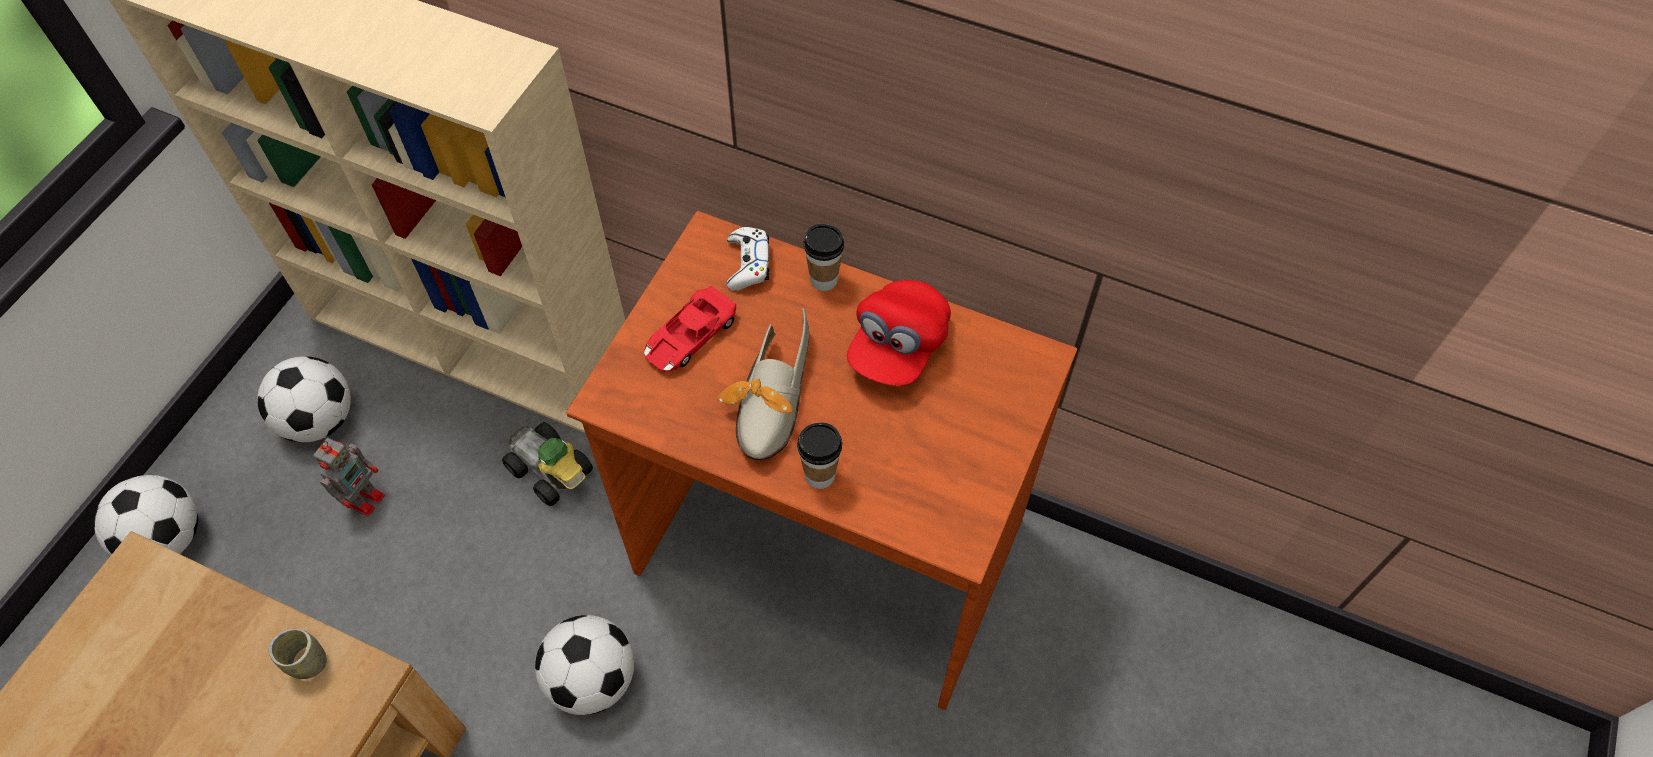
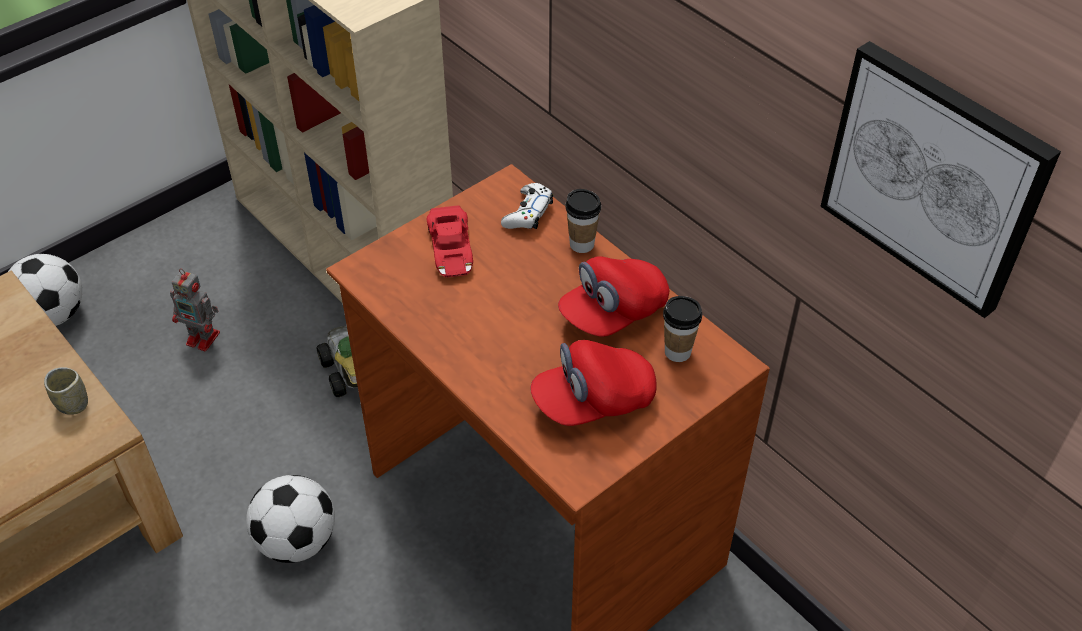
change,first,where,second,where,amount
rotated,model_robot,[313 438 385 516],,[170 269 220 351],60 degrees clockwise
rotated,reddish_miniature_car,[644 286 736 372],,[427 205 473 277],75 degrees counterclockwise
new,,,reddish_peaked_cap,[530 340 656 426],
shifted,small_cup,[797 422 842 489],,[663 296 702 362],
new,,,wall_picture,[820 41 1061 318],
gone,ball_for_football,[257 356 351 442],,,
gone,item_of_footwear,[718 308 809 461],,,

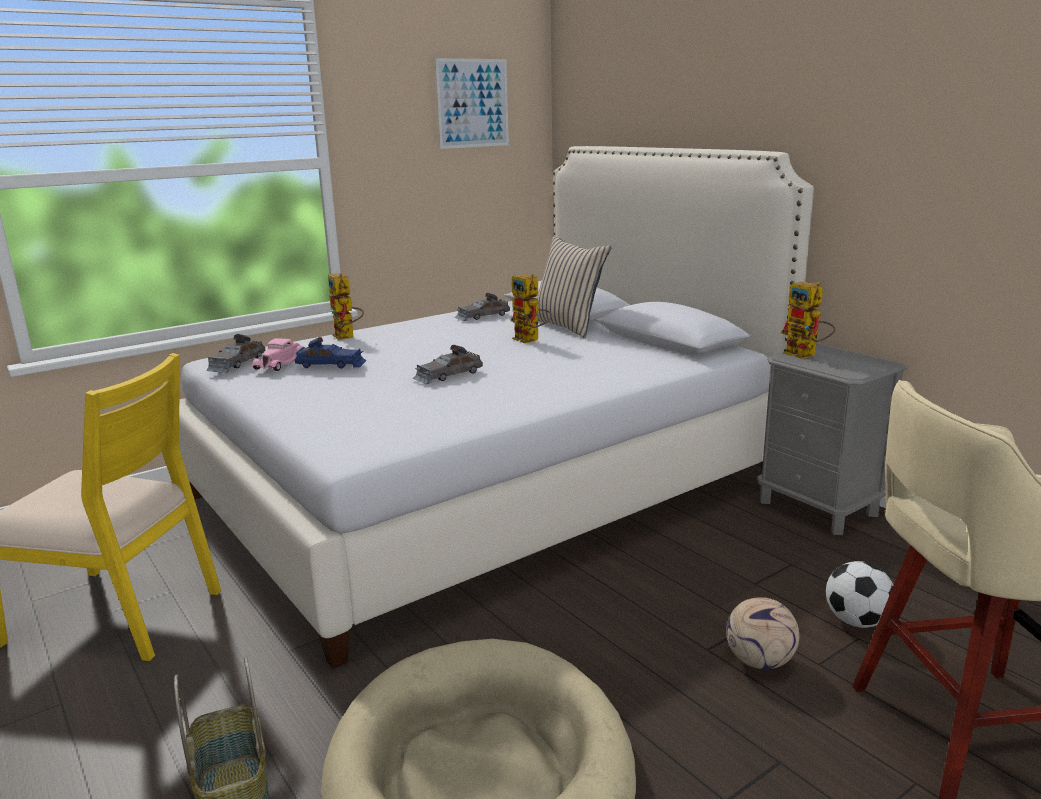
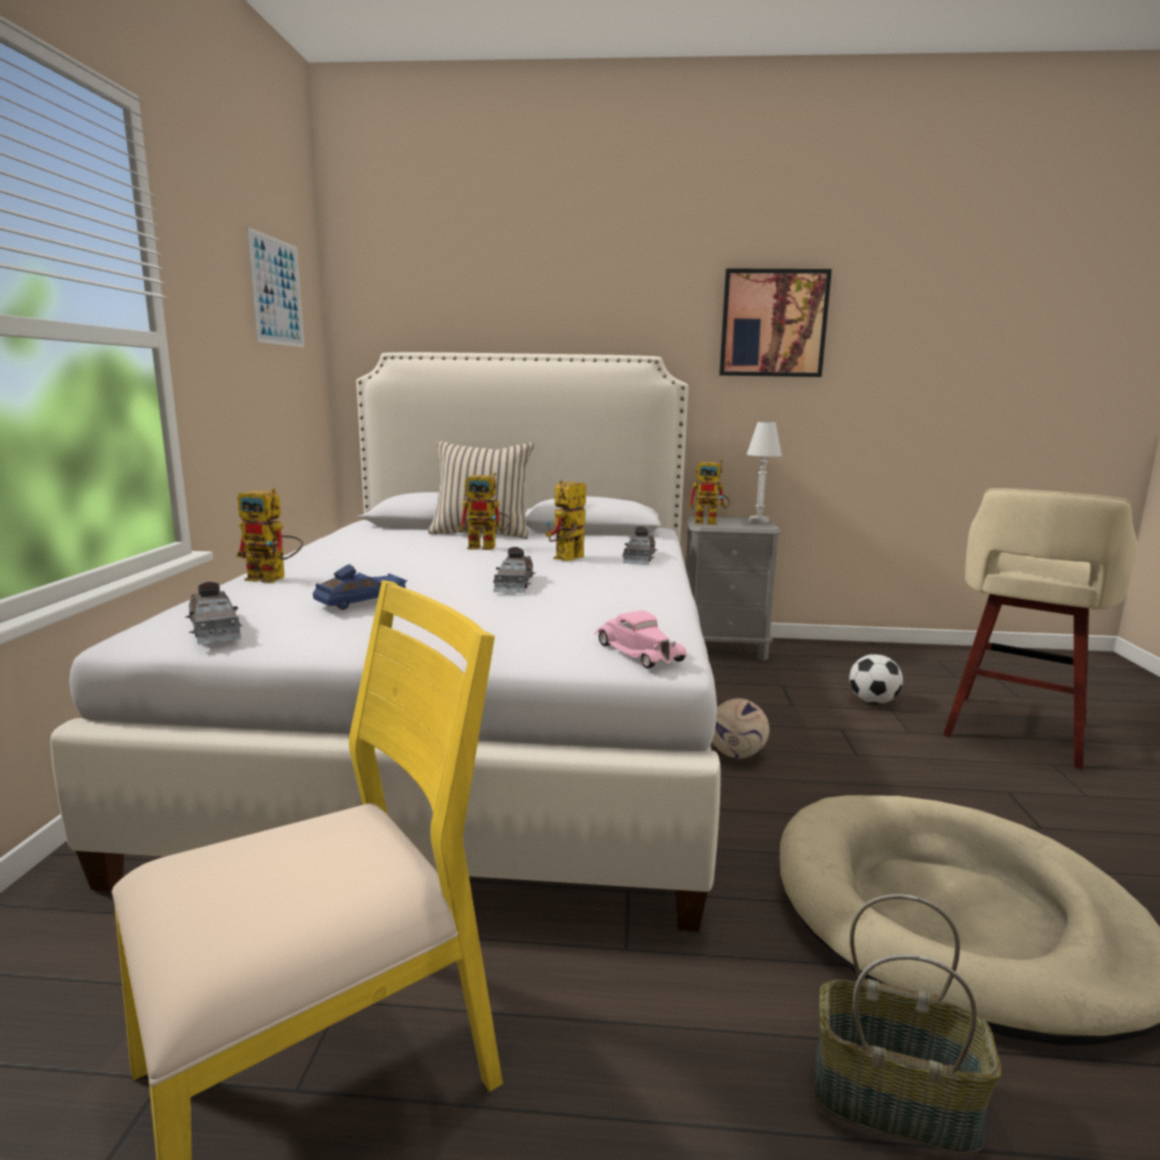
change,first,where,second,where,amount
new,,,model_robot,[545 480 586 561],
shifted,pinkish_miniature_car,[252 338 303 371],,[594 610 687 669],
shifted,greyish_miniature_car,[455 293 510 321],,[623 526 657 565],
shifted,ball_for_football,[726 597 799 669],,[712 698 770 759],
new,,,wall_picture,[719 269 832 377],
new,,,white_lamp_for_a_table,[746 422 782 523],

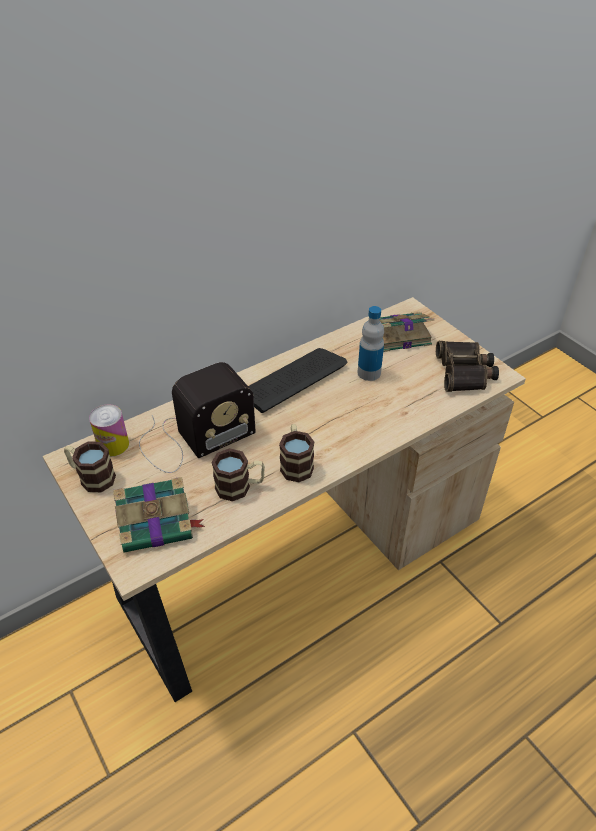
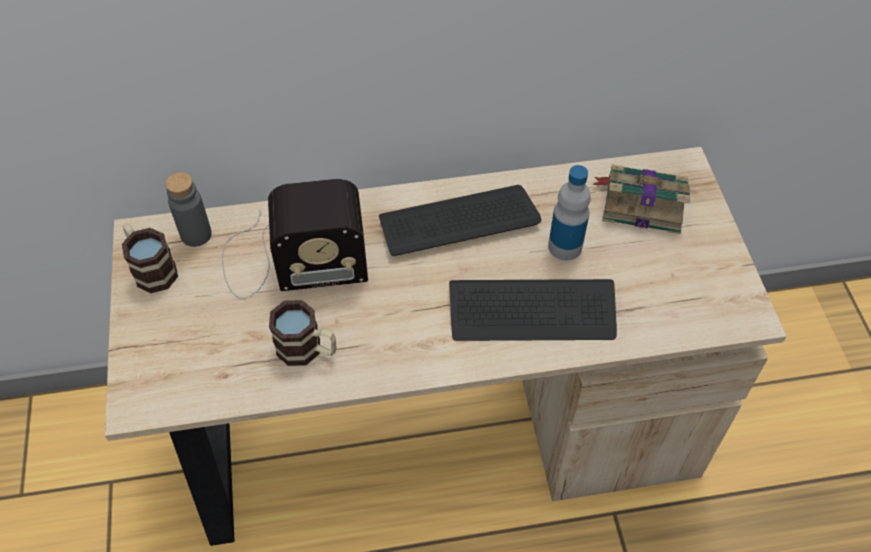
change,first,where,second,where,amount
swapped,can,[89 405 129 457],greyish_beverage_bottle,[165 172 212 247],
new,,,PC_keyboard,[449 279 617 341],
gone,book,[113 477 205 553],,,
gone,mug,[279 424 314 482],,,
gone,binoculars,[436 341 499 392],,,

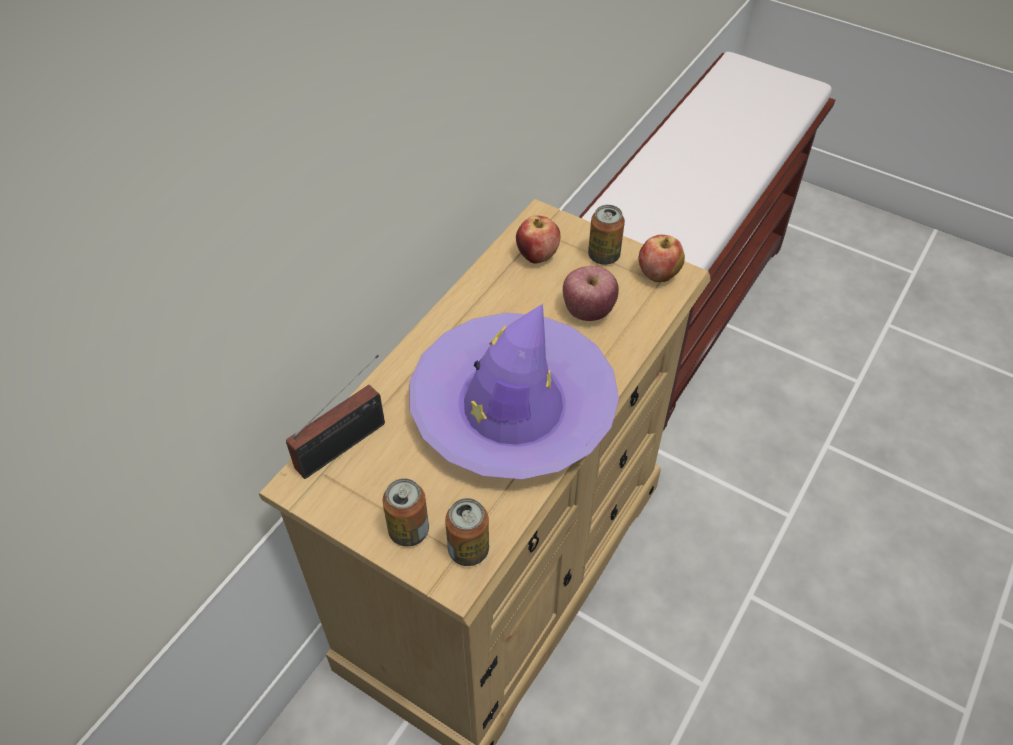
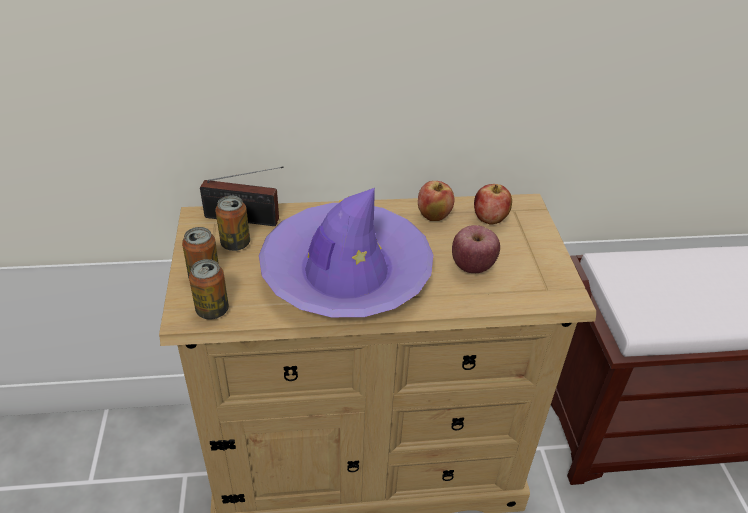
change,first,where,second,where,amount
shifted,can,[588 205 625 265],,[215 195 250 251],
shifted,whole_apple,[639 235 685 282],,[418 181 454 221],

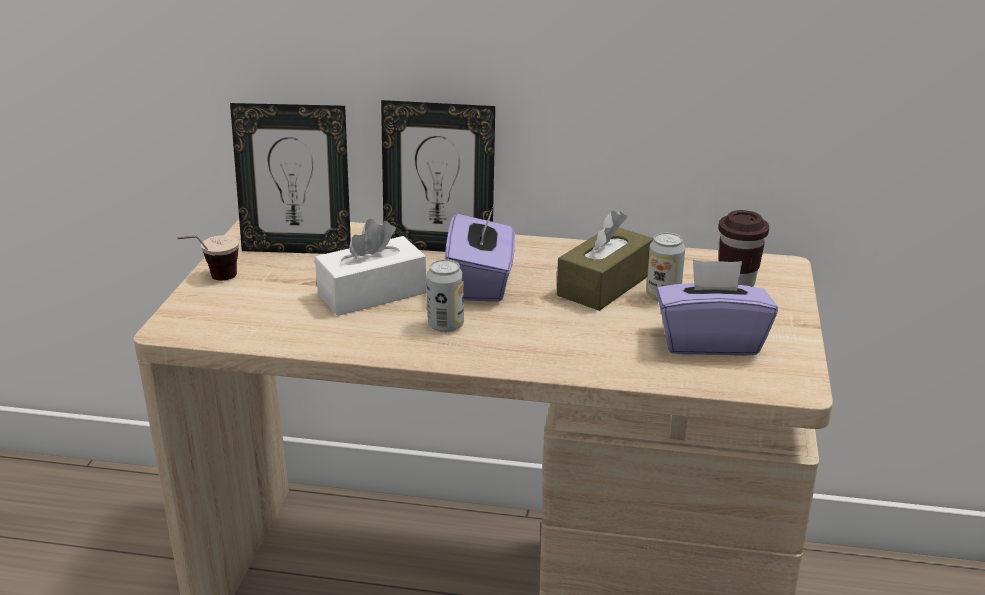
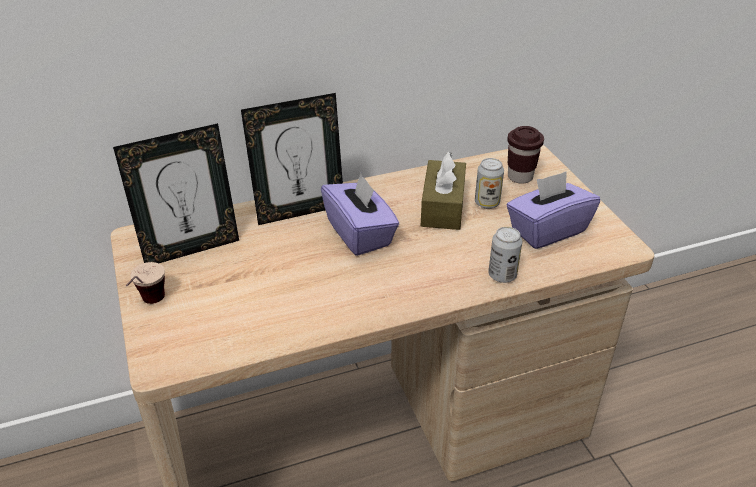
change,first,where,second,where,amount
shifted,can,[426 259 464 332],,[488 227 522 283],
gone,white_tissue_holder,[315 219 427 316],,,

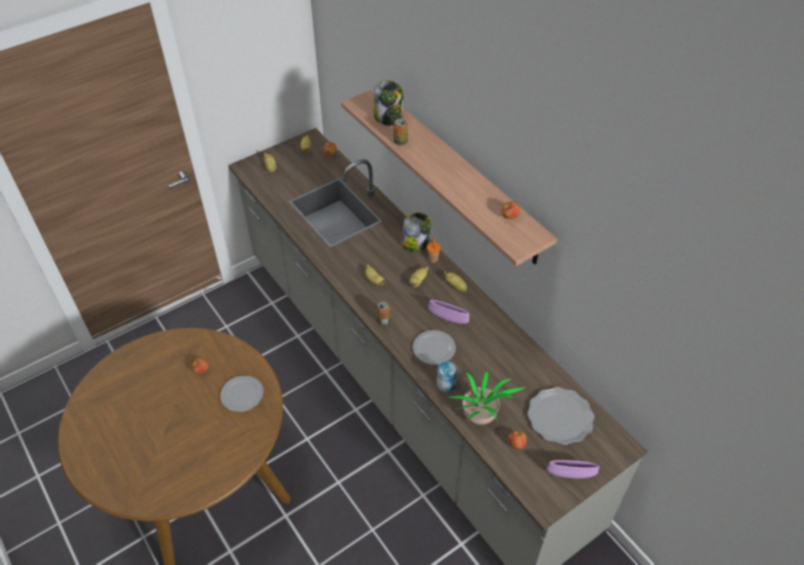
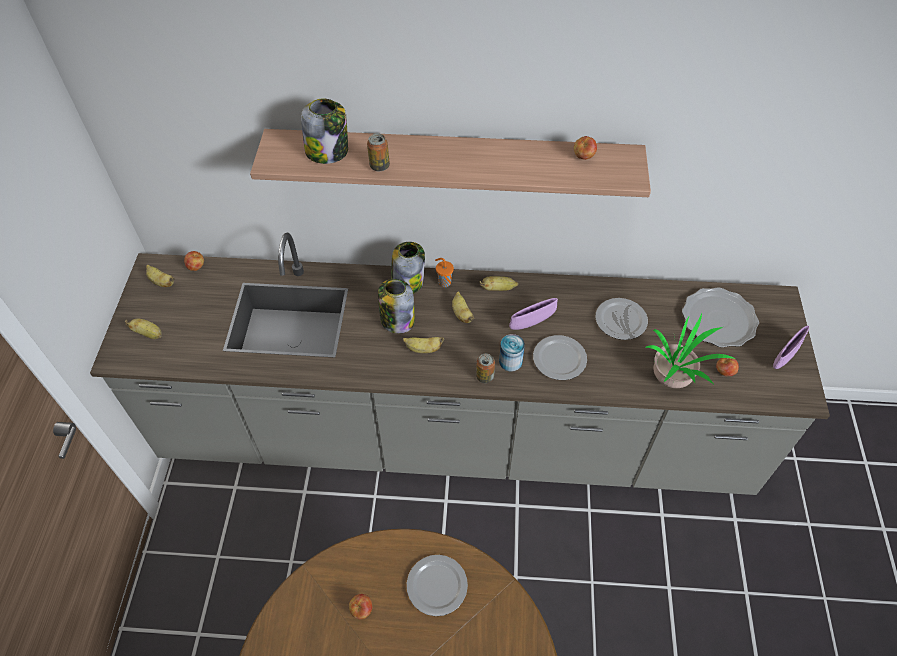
change,first,where,second,where,amount
new,,,preserve_jar,[378 279 415 334],
shifted,can,[437 361 457 392],,[499 334 525 372],
new,,,dinner_plate,[595 298 648 340],

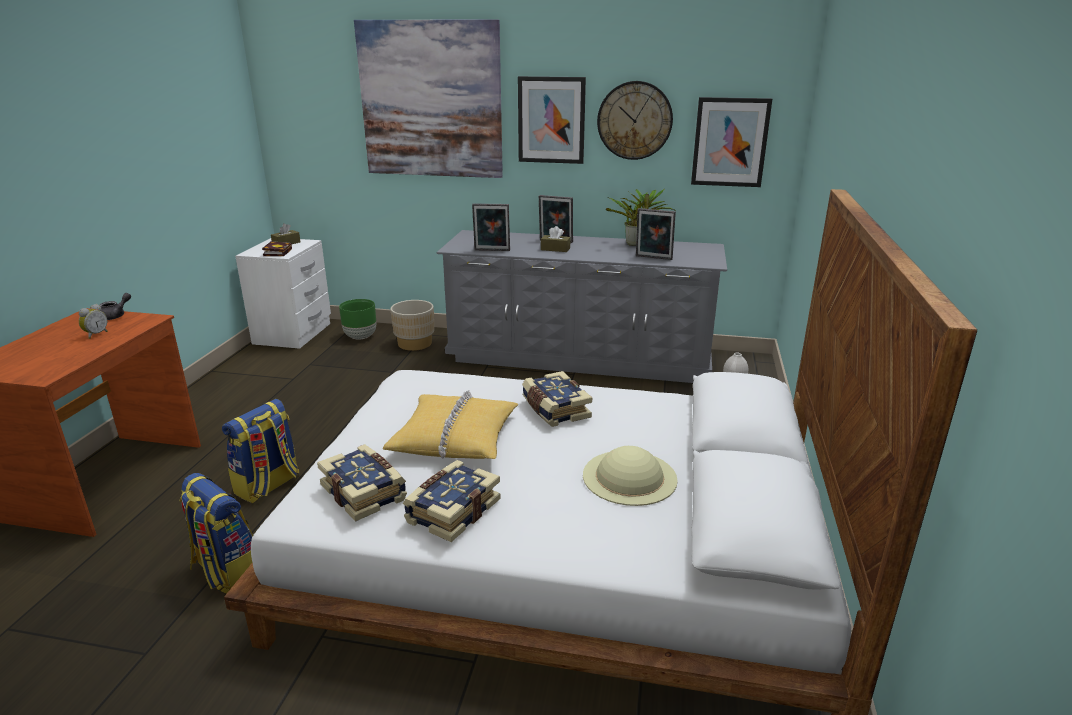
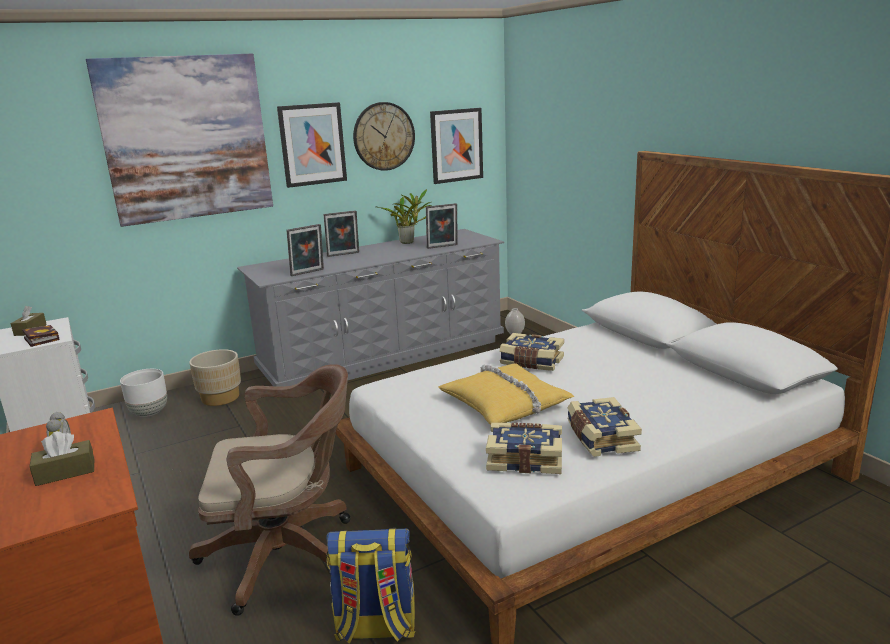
change,first,where,second,where,amount
shifted,brown-coloured_tissue_holder,[541 226 570 252],,[29 431 94 486],
repainted,green_plant_pot,[339 299 376 340],white_plant_pot,[120 369 167 417],
swapped,knapsack,[222 399 300 503],brown-coloured_computer_chair,[189 364 350 616],
gone,greyish_pot_for_tea,[99 293 131 320],,,
gone,beige_hat,[583 446 678 506],,,

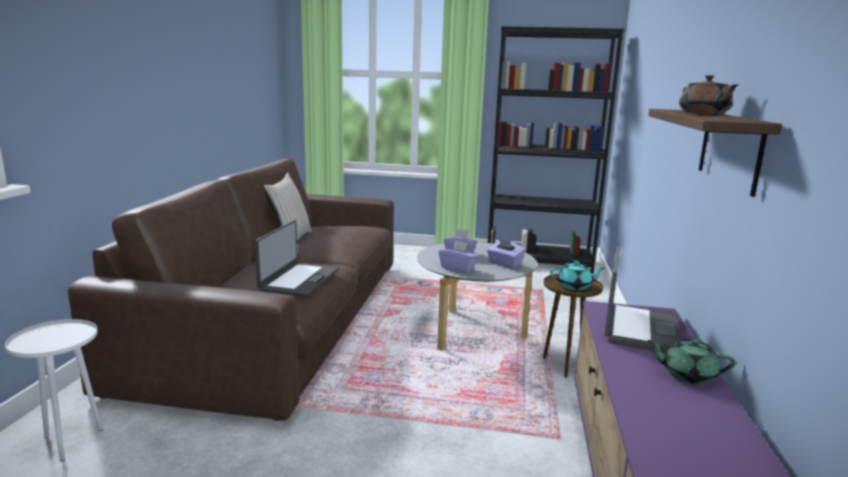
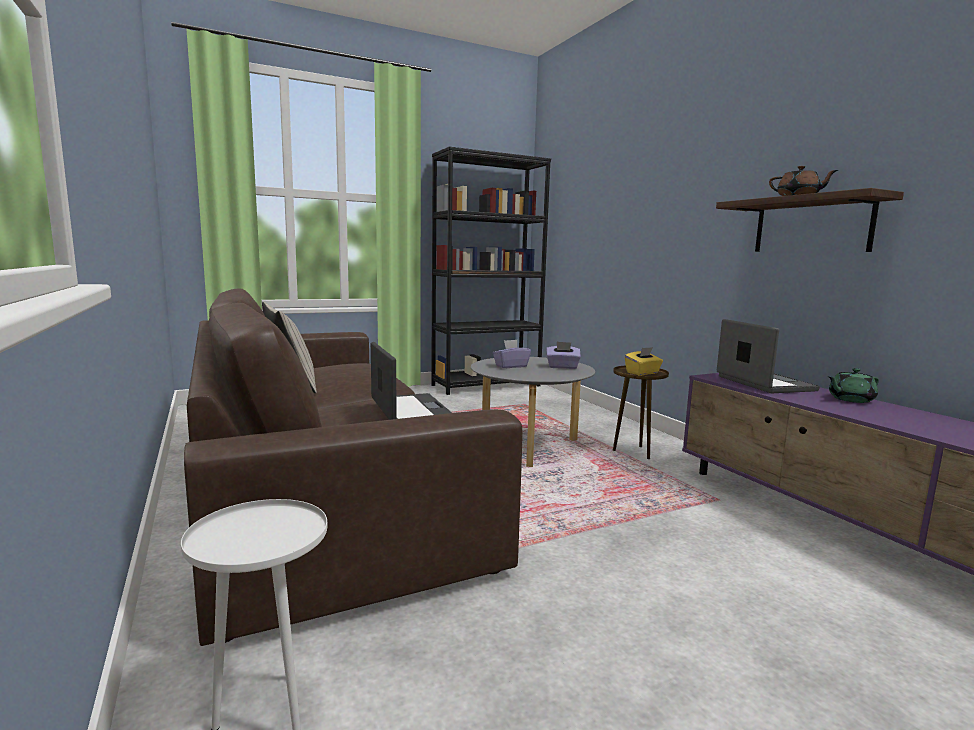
change,first,where,second,where,amount
swapped,turquoise-coloured_pot_for_tea,[550 261 605 290],yellow-coloured_tissue_holder,[625 347 663 375],
gone,purple-coloured_tissue_holder,[439 241 478 273],,,

